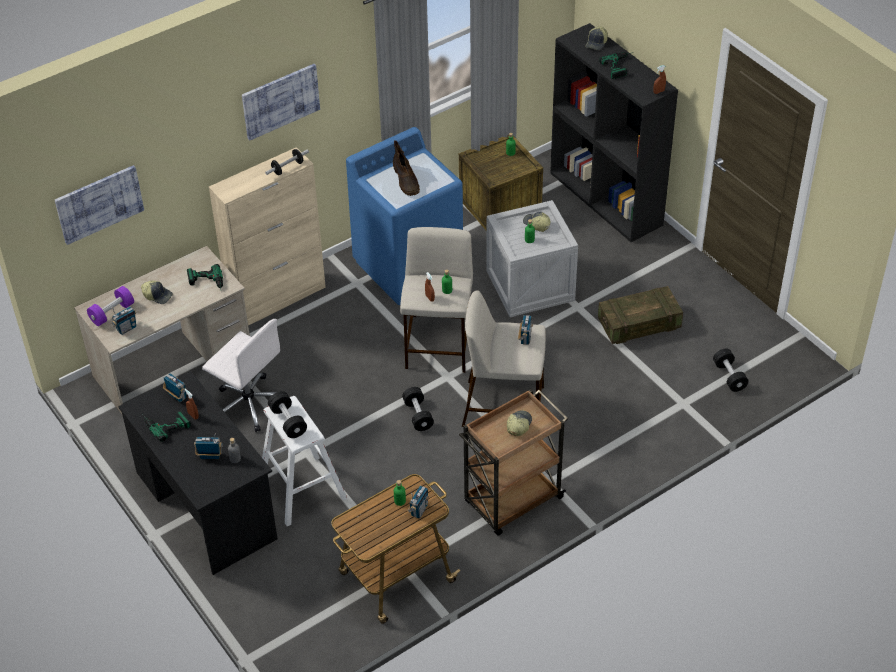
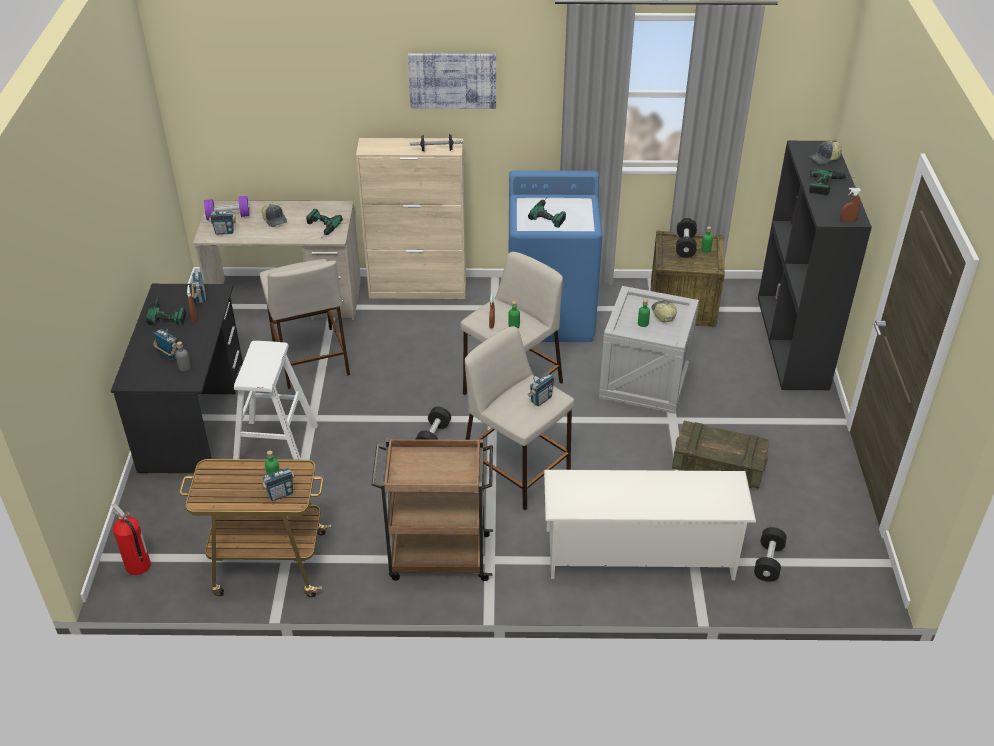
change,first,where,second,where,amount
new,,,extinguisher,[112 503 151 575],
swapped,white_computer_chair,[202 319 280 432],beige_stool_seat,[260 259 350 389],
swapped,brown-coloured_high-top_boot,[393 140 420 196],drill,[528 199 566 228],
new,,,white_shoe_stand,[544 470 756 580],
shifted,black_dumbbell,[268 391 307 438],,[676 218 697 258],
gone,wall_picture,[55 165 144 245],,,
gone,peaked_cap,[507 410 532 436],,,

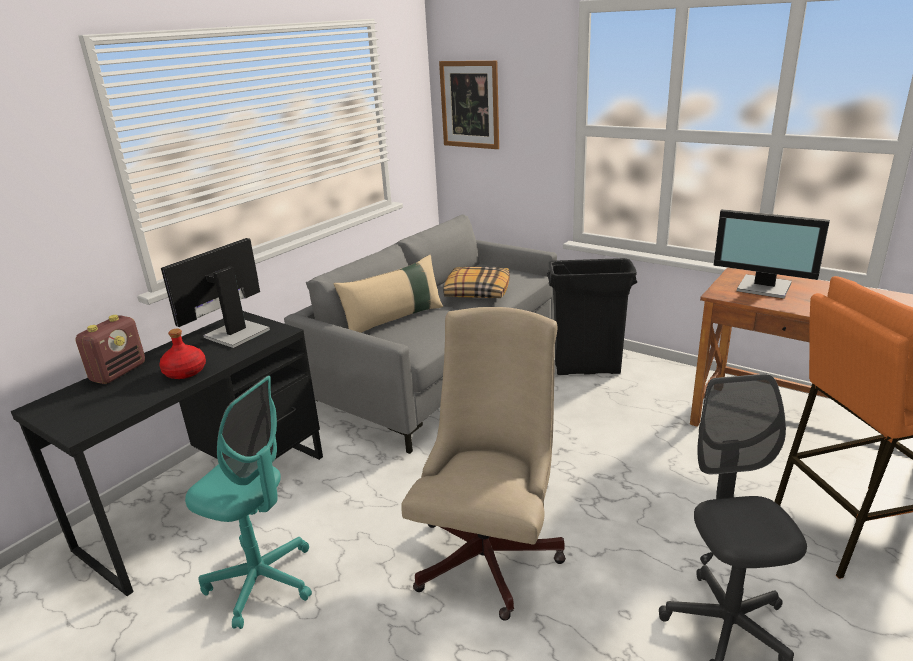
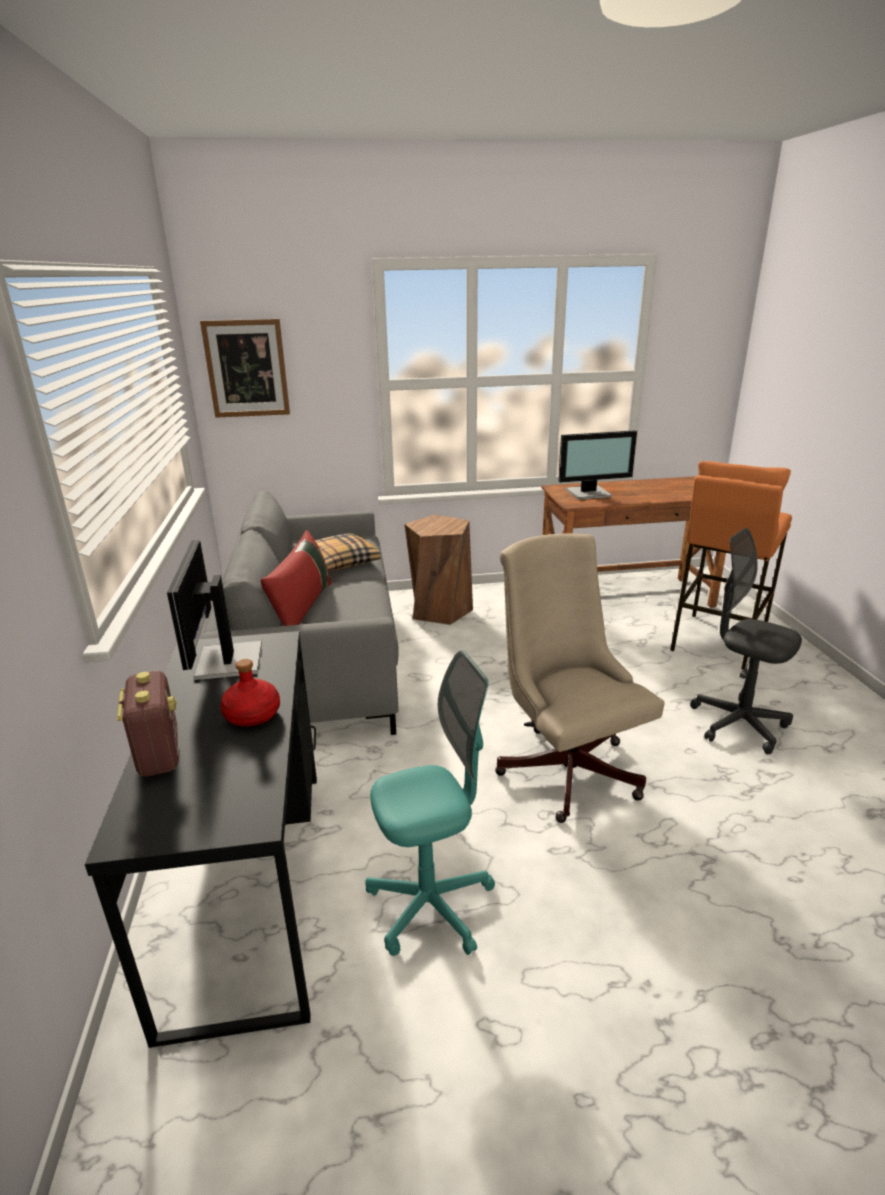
change,first,where,second,where,amount
repainted,beige_pillow,[333 255 443 333],reddish_pillow,[261 530 331 626],
swapped,black_waste_bin,[547 258 637 375],brown-coloured_stool_seat,[404 515 473 625],

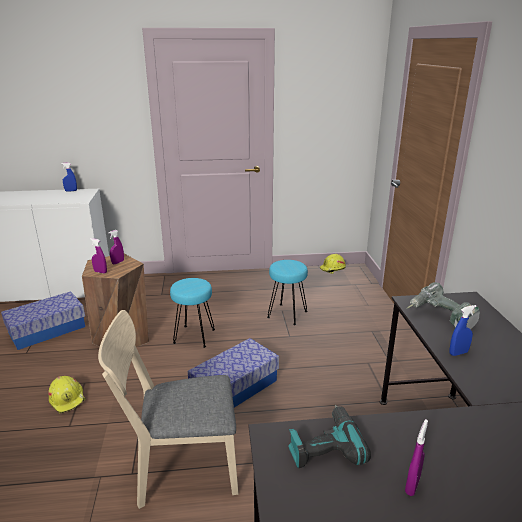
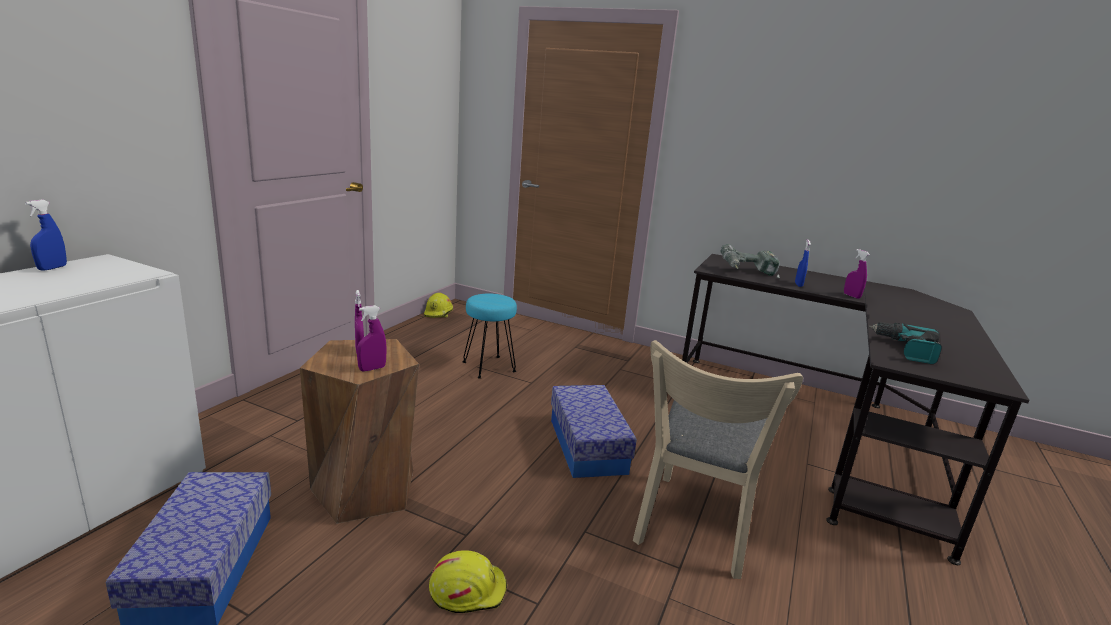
change,first,where,second,where,amount
shifted,purple-coloured_sprayer,[405 419 428 496],,[844 249 870 299],
gone,turquoise-coloured_stool_seat,[170 278 215 348],,,

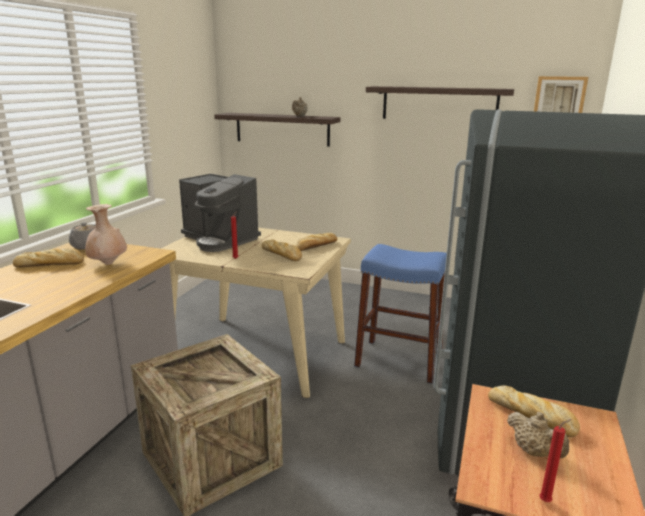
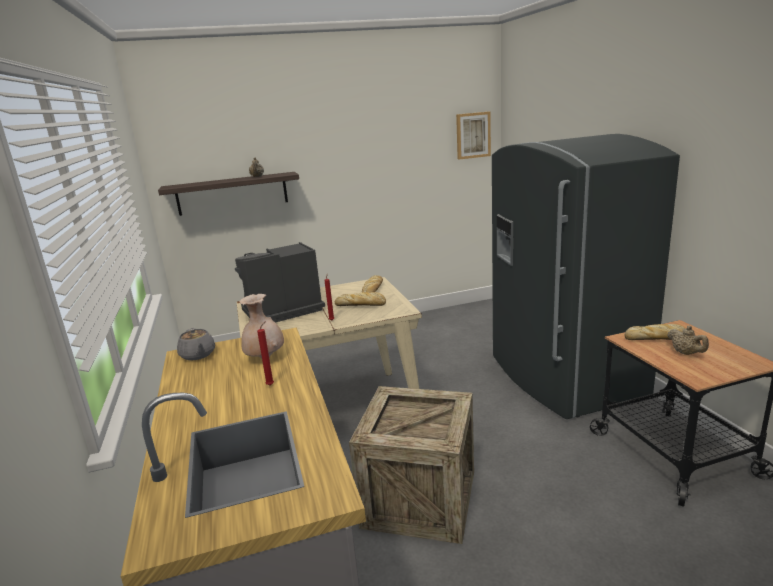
change,first,where,second,where,amount
rotated,coffee_maker,[179 174 261 252],,[235 242 325 323],150 degrees clockwise
shifted,reddish_wax_candle,[539 419 571 502],,[257 321 274 386],
rotated,beige_pot_for_tea,[507 412 569 458],,[667 326 709 355],45 degrees clockwise
gone,bakery_bread,[13 248 84 268],,,
gone,blue_stool_seat,[354 244 447 384],,,
gone,shelf,[366 86 514 119],,,

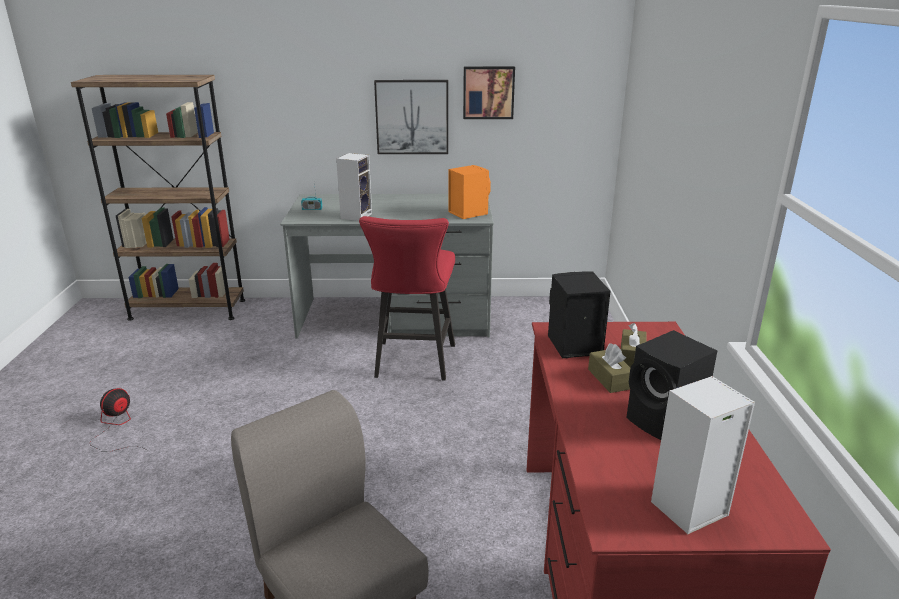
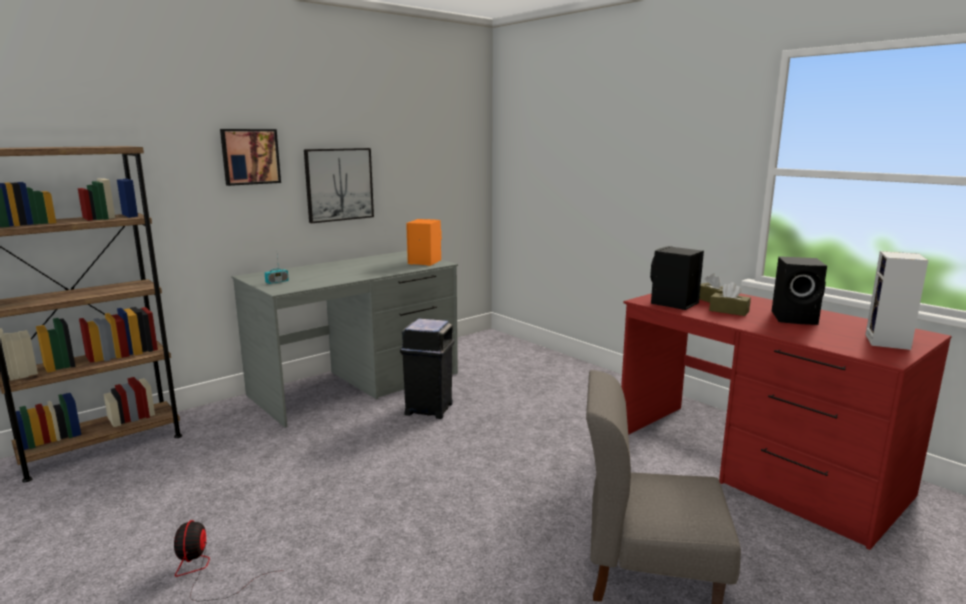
change,first,where,second,where,amount
shifted,wall_picture,[463 66 515 119],,[220 129 281 186],
swapped,reddish_stool_seat,[359 216 455 381],black_waste_bin,[400 319 455 419],
gone,loudspeaker,[336 153 372 221],,,

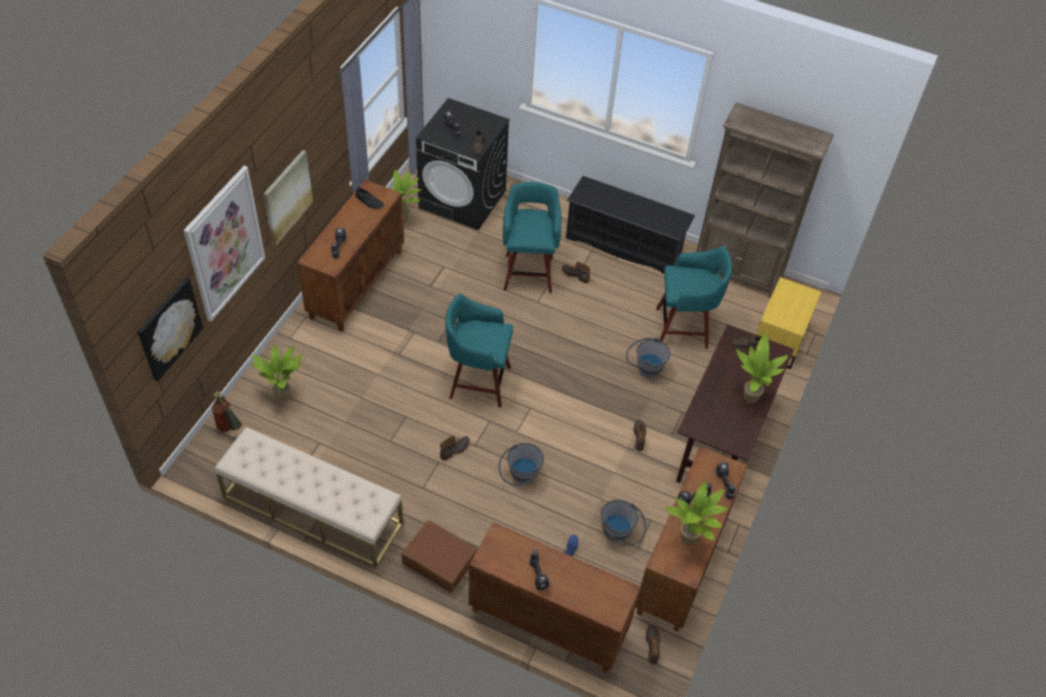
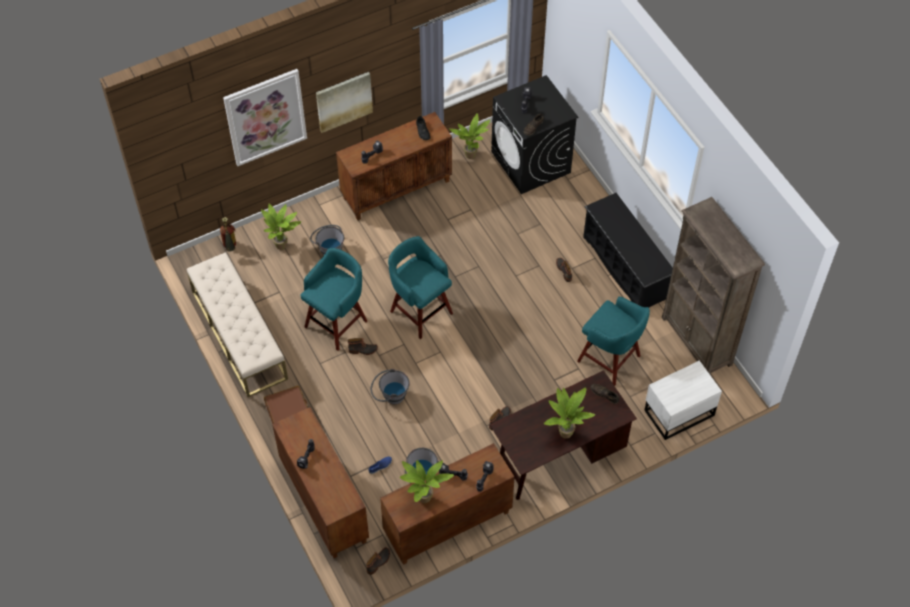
change,first,where,second,where,amount
shifted,turquoise-coloured_stool_seat,[503 182 561 293],,[300 248 367 351],
shifted,greyish_pail,[626 337 671 378],,[310 225 344 255],
repainted,yellow-coloured_nightstand,[756 277 821 369],white_nightstand,[644 360 722 440],
gone,wall_picture,[137 277 203 381],,,

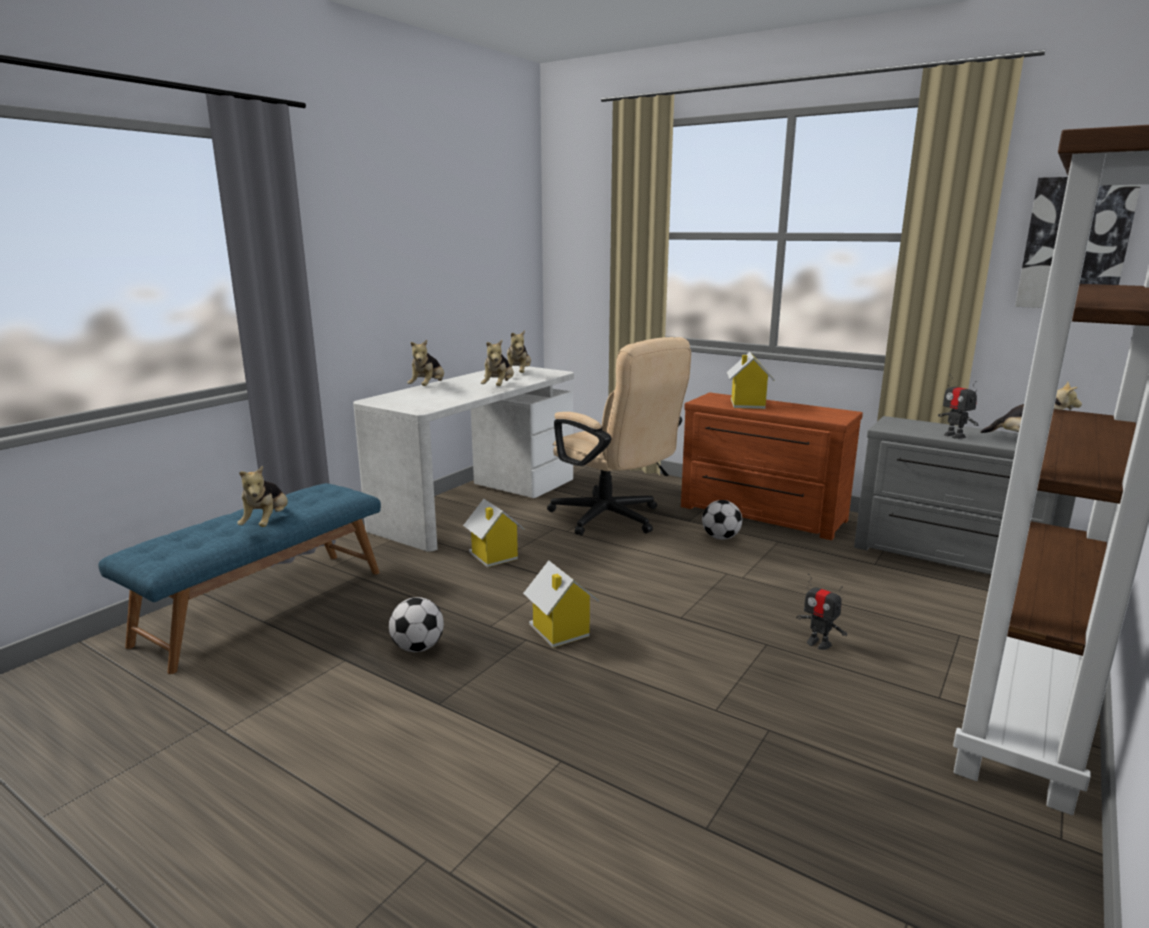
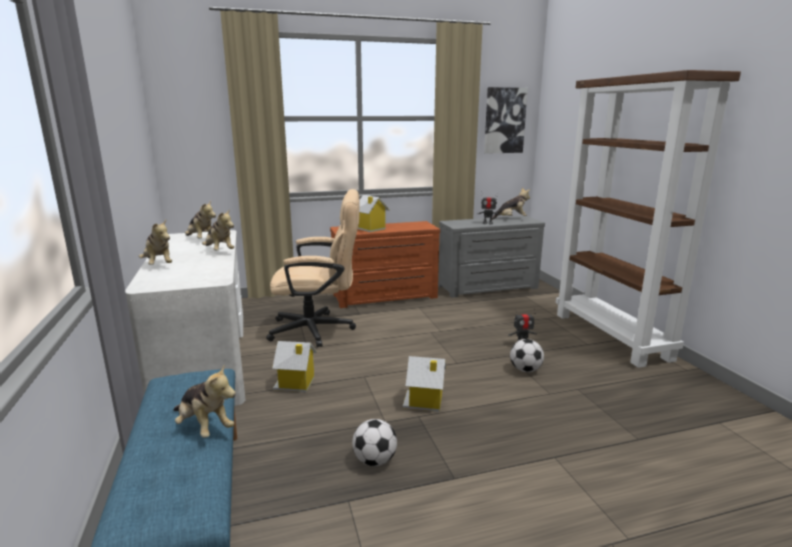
change,first,where,second,where,amount
shifted,ball_for_football,[702 500 742 540],,[510 339 544 372],

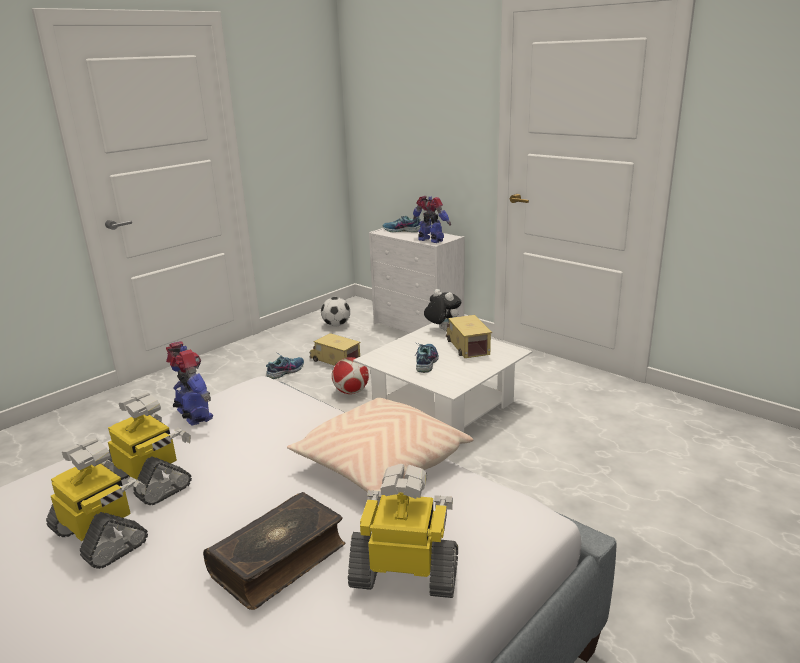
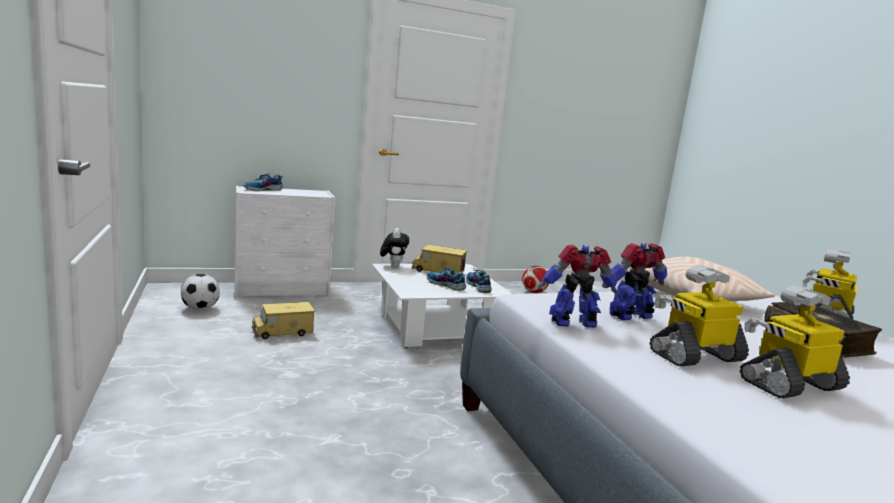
change,first,where,second,where,amount
rotated,soft_toy,[424 289 461 331],,[380 228 409 268],105 degrees clockwise
shifted,item_of_footwear,[266 354 304 379],,[466 268 492 293],
shifted,ball_for_football,[332 357 369 394],,[522 266 549 293],
shifted,model_robot,[413 196 451 243],,[602 243 667 320],

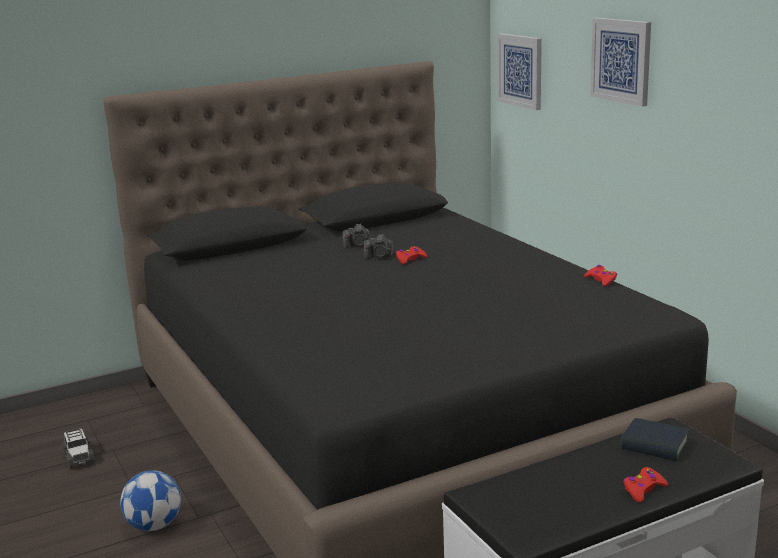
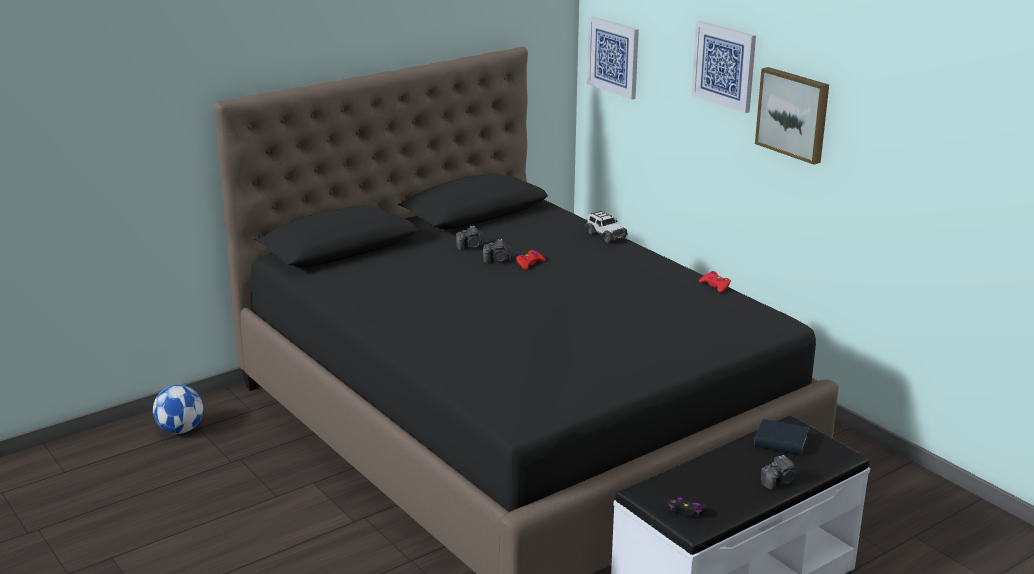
change,first,where,second,where,amount
shifted,ball_for_football,[120 470 181 531],,[153 385 203 434],
shifted,miniature_car,[62 428 95 468],,[585 210 628 243],
new,,,black_game_controller,[667 497 709 516],
new,,,wall_picture,[755 67 829 165],
swapped,reddish_game_controller,[623 467 668 503],photo_camera,[761 455 796 490],

